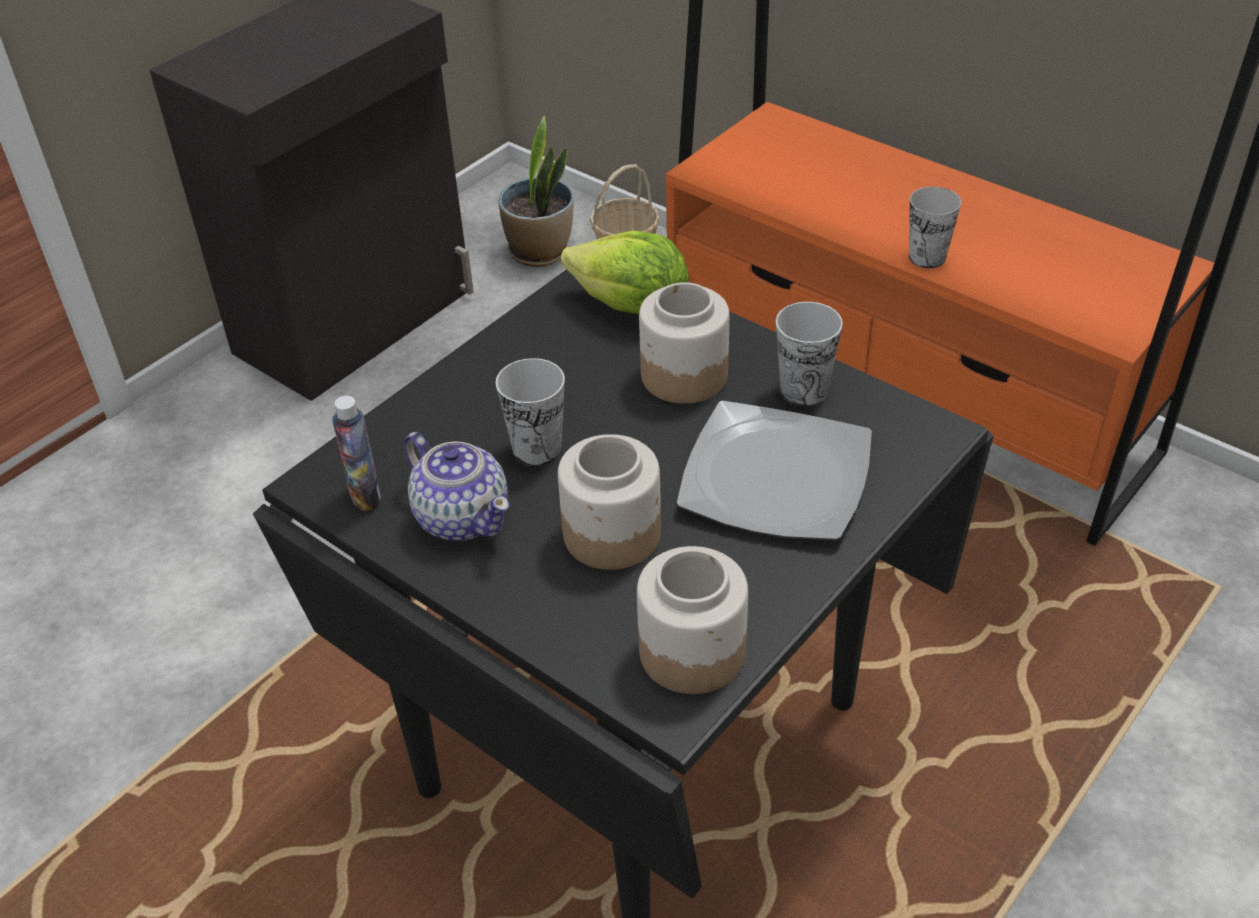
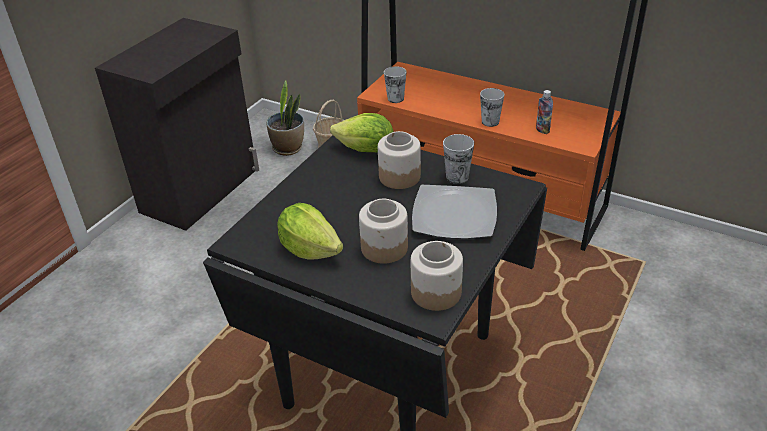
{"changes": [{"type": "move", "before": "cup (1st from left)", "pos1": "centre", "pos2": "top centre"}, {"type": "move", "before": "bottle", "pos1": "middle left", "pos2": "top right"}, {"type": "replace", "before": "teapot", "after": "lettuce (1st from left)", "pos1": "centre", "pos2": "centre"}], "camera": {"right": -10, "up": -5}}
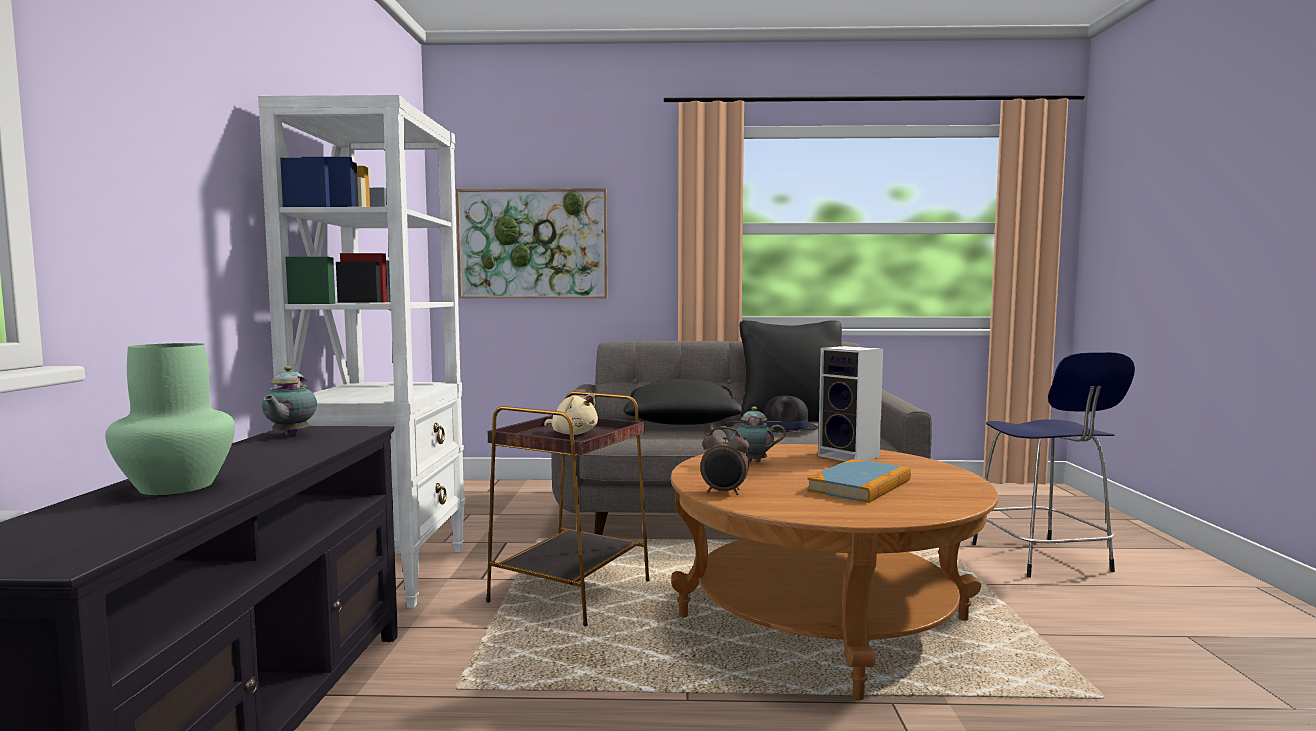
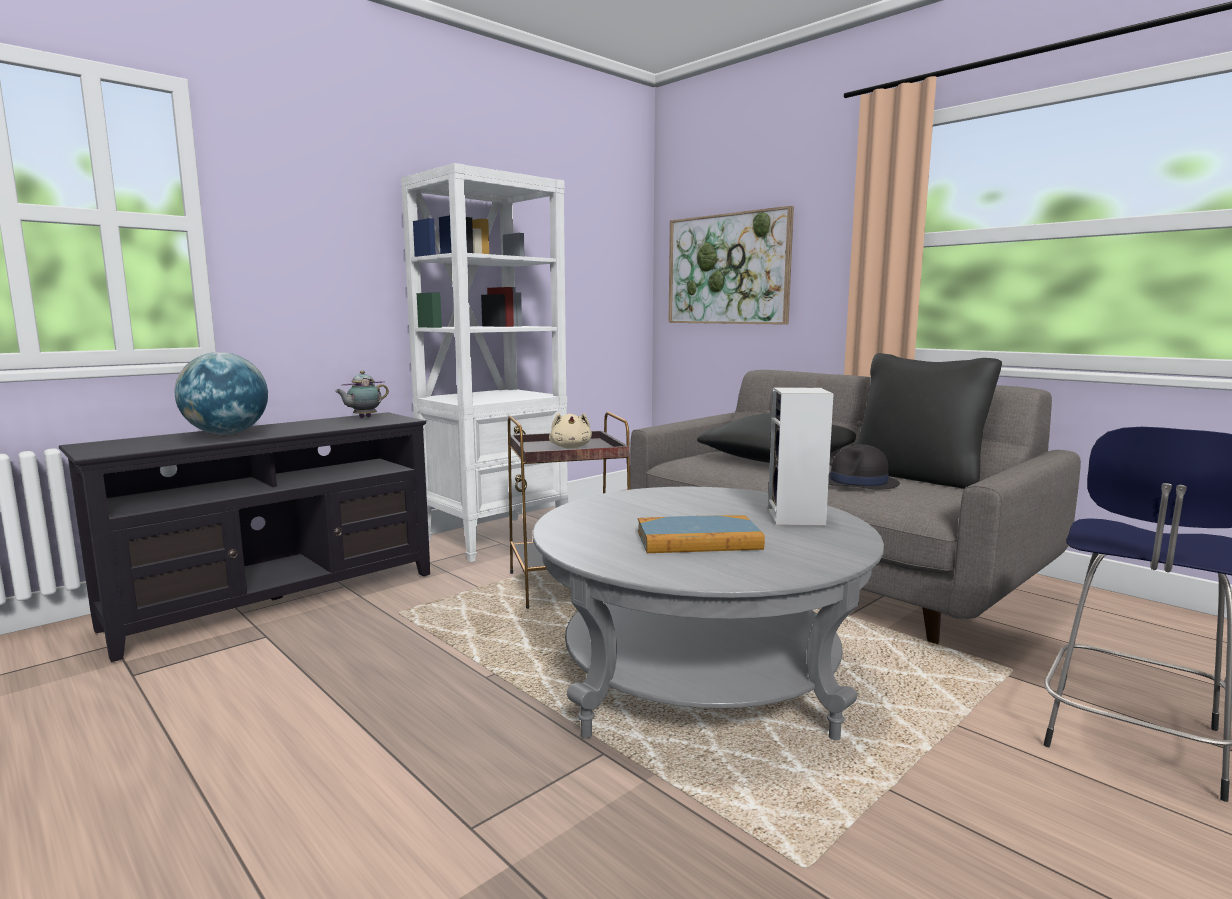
{"changes": [{"type": "replace", "before": "green vase", "after": "globe", "pos1": "middle left", "pos2": "middle left"}, {"type": "delete", "before": "teapot (2nd from left)", "pos1": "centre"}, {"type": "delete", "before": "alarm clock", "pos1": "centre"}, {"type": "recolor", "before": "brown coffee table", "after": "grey coffee table", "pos1": "bottom centre", "pos2": "bottom centre"}], "camera": {"right": 45, "up": 5}}
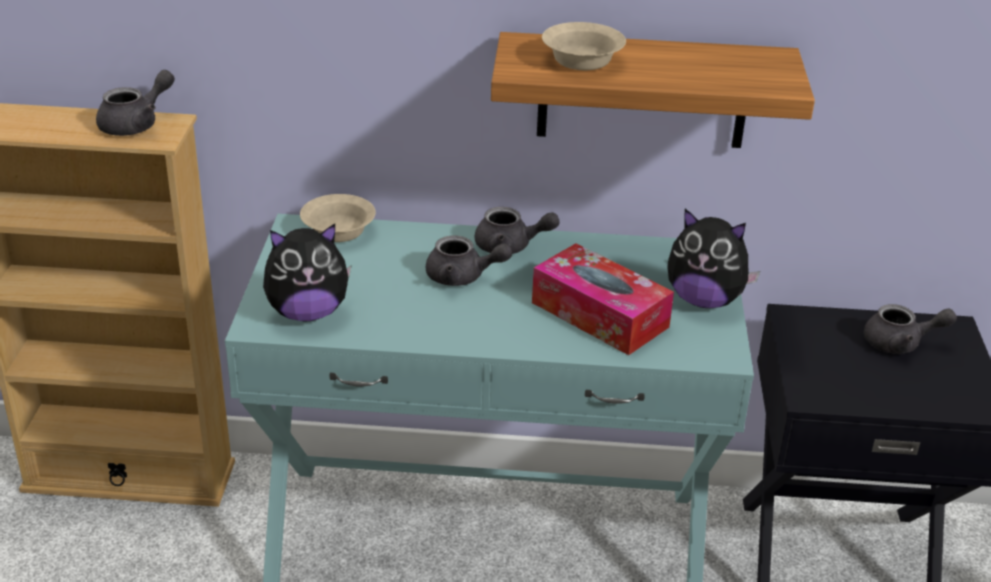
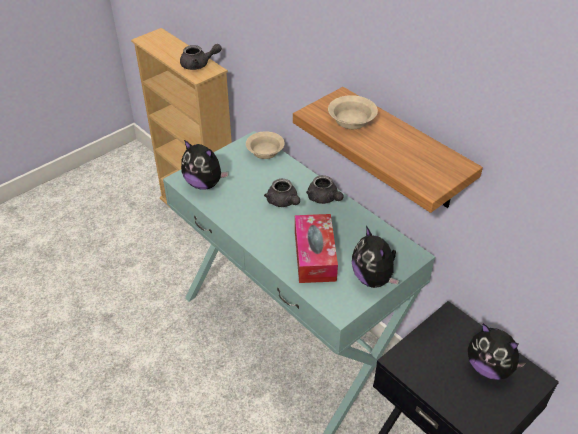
{"changes": [{"type": "replace", "before": "grey teapot (4th from left)", "after": "plush toy (3rd from left)", "pos1": "middle right", "pos2": "bottom right"}], "camera": {"right": 45, "up": 10}}
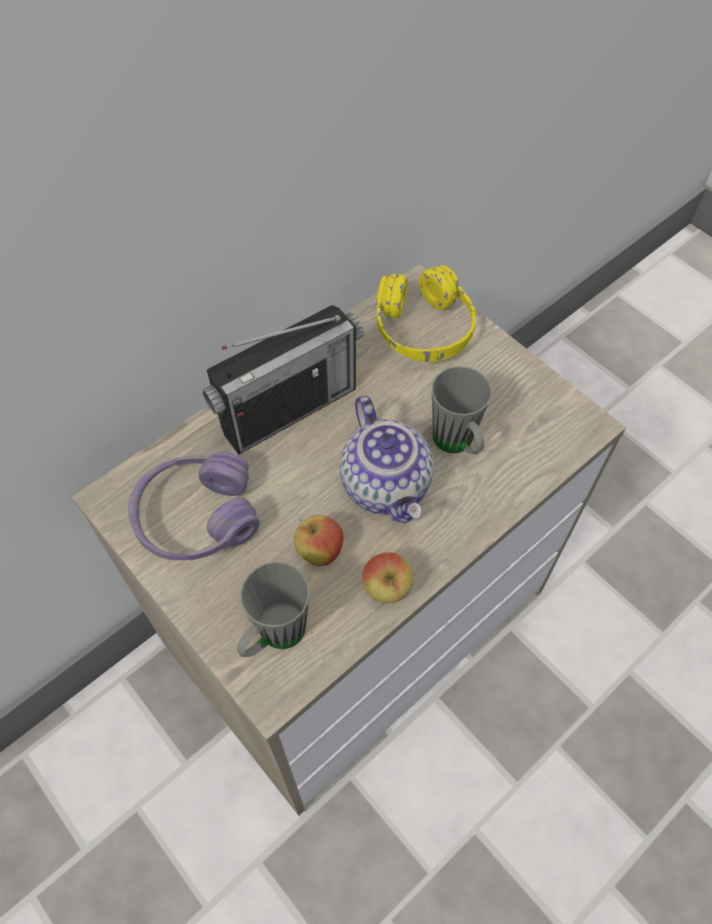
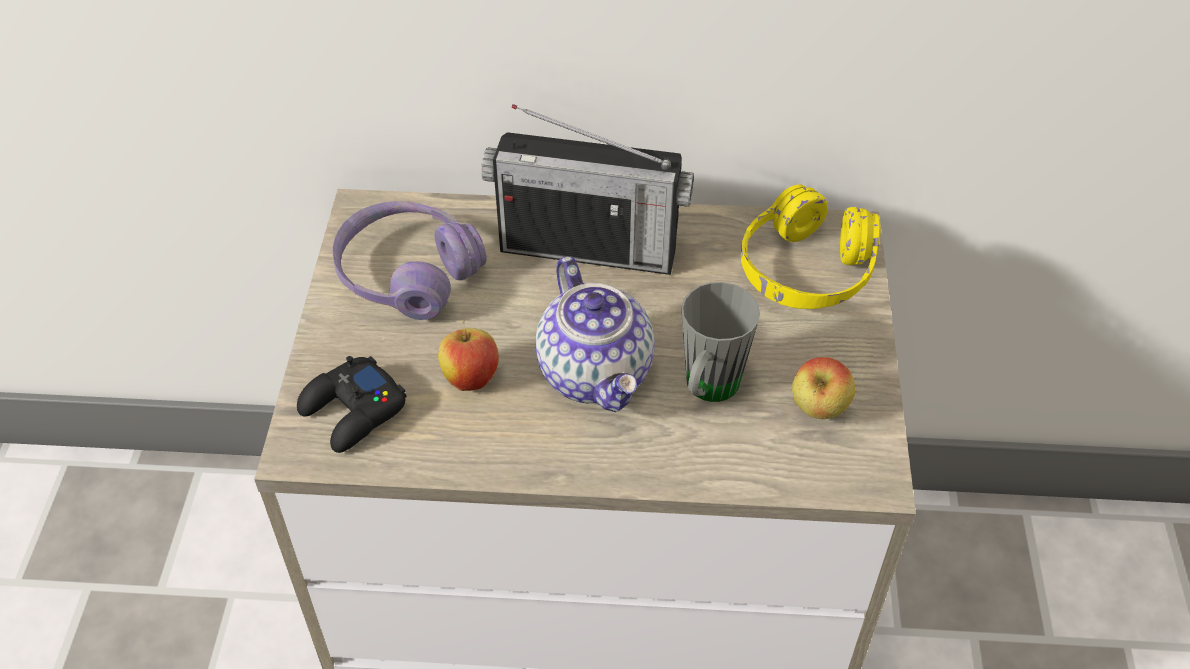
{"changes": [{"type": "rotate", "before": "teapot", "pos1": "centre", "pos2": "centre", "turn": -45}, {"type": "move", "before": "apple (2nd from left)", "pos1": "centre", "pos2": "middle right"}, {"type": "replace", "before": "grey mug (1st from left)", "after": "black game controller", "pos1": "centre", "pos2": "middle left"}], "camera": {"right": 45, "up": -10}}
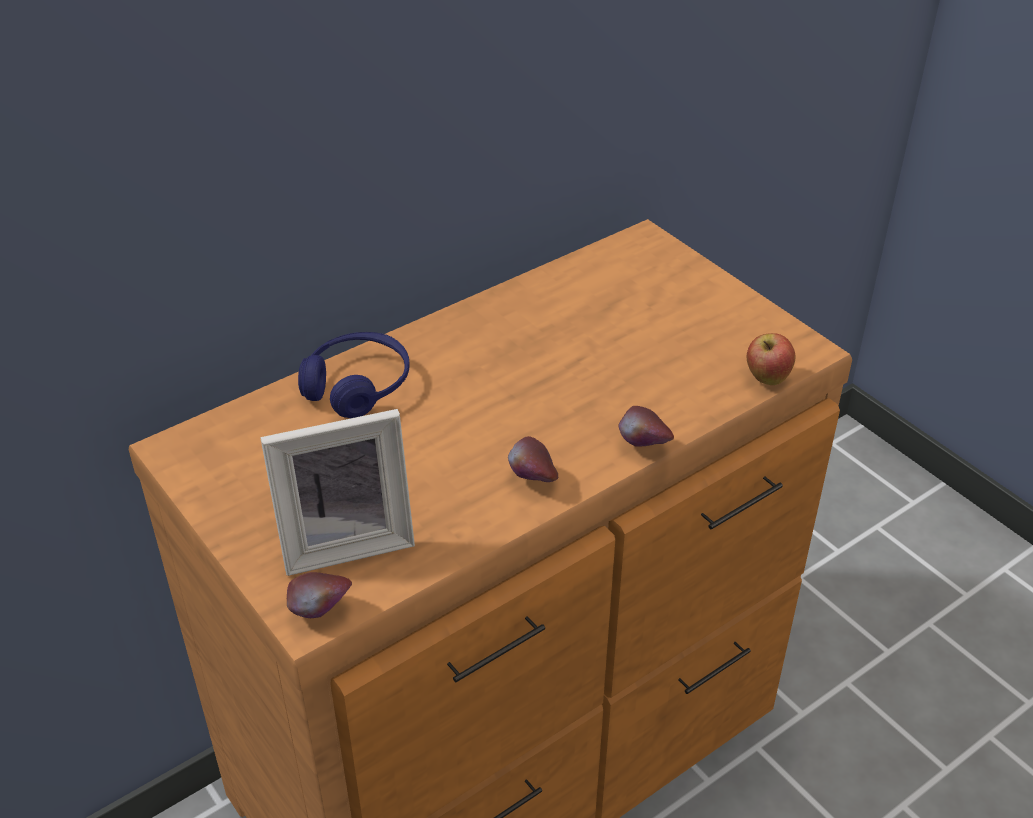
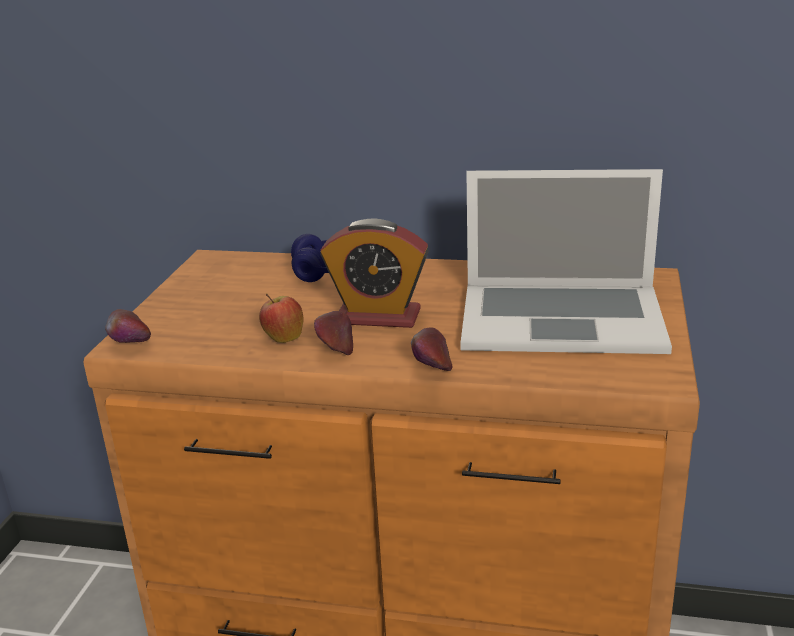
{"changes": [{"type": "move", "before": "apple (4th from left in the first image)", "after": "apple (2nd from left)", "pos1": "middle right", "pos2": "centre"}, {"type": "delete", "before": "picture frame", "pos1": "middle left"}, {"type": "insert", "after": "laptop", "pos2": "middle right"}, {"type": "insert", "after": "alarm clock", "pos2": "centre"}], "camera": {"right": 50, "up": -15}}
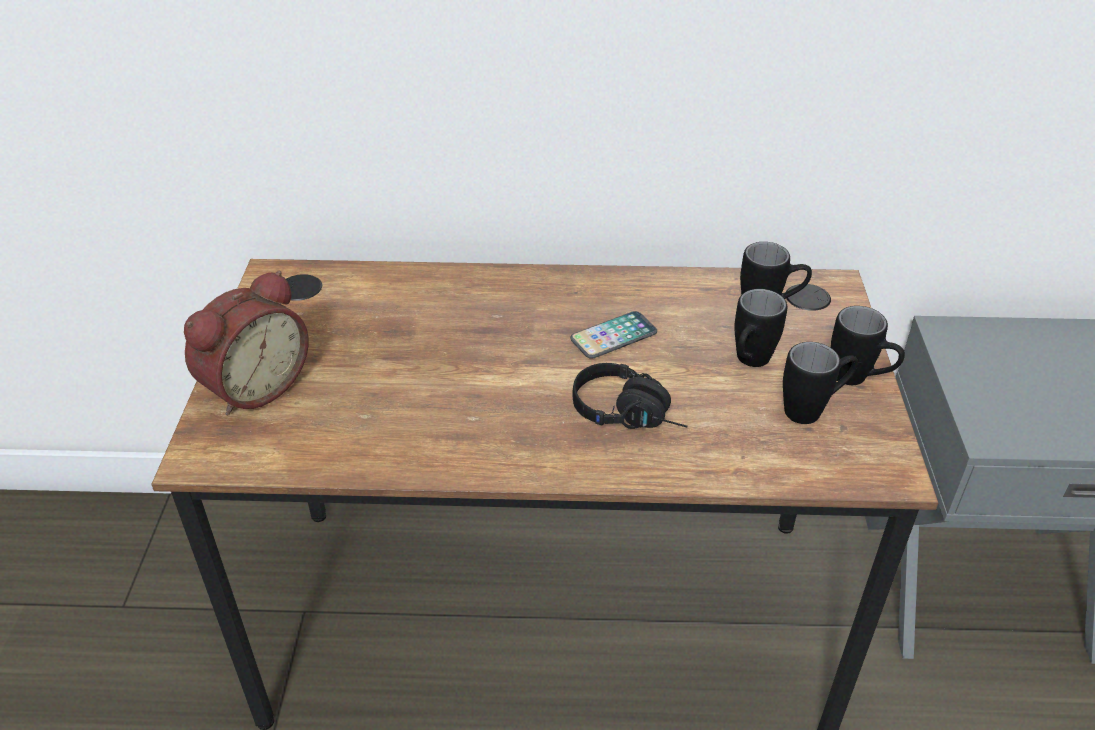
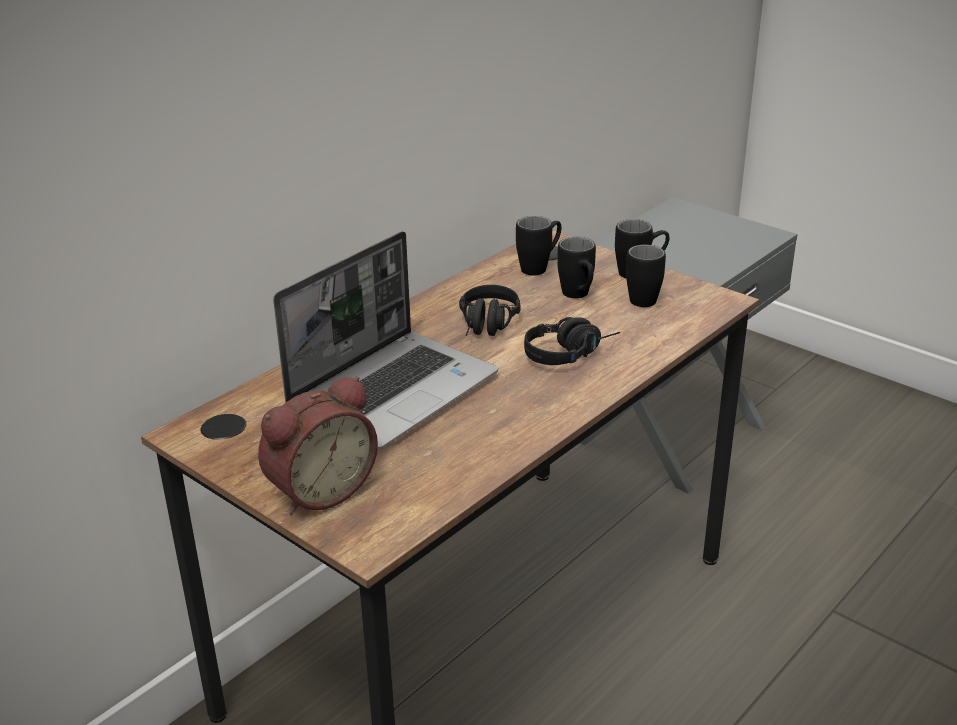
{"changes": [{"type": "rotate", "before": "alarm clock", "pos1": "middle left", "pos2": "middle left", "turn": 60}, {"type": "replace", "before": "phone", "after": "black headphones (1st from left)", "pos1": "centre", "pos2": "centre"}, {"type": "insert", "after": "laptop", "pos2": "centre"}], "camera": {"right": -50, "up": -10}}
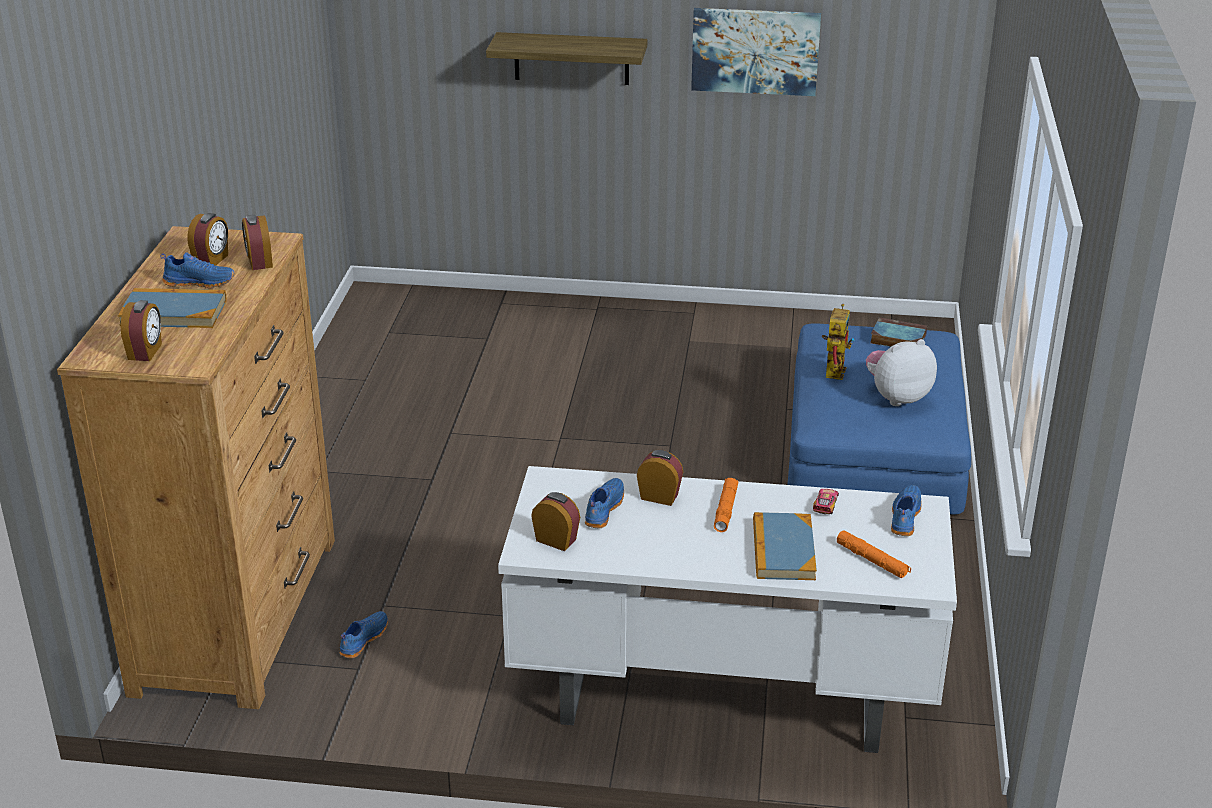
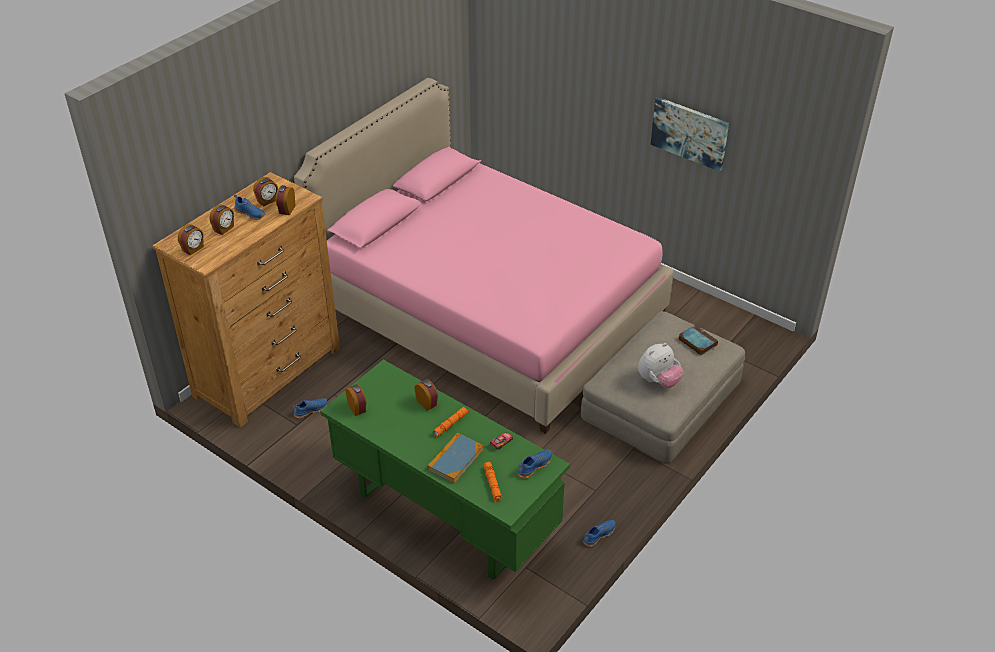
{"changes": [{"type": "delete", "before": "shelf", "pos1": "top centre"}, {"type": "replace", "before": "book (1st from left)", "after": "alarm clock (2nd from left)", "pos1": "middle left", "pos2": "middle left"}, {"type": "delete", "before": "toy robot", "pos1": "middle right"}, {"type": "recolor", "before": "blue ottoman", "after": "beige ottoman", "pos1": "middle right", "pos2": "centre"}, {"type": "rotate", "before": "plush toy", "pos1": "middle right", "pos2": "centre", "turn": 135}, {"type": "recolor", "before": "white desk", "after": "green desk", "pos1": "bottom centre", "pos2": "bottom centre"}, {"type": "move", "before": "blue shoe (3rd from left in the first image)", "after": "blue shoe (4th from left)", "pos1": "centre", "pos2": "bottom centre"}, {"type": "insert", "after": "pink bed", "pos2": "centre"}], "camera": {"right": 30, "up": 10}}
